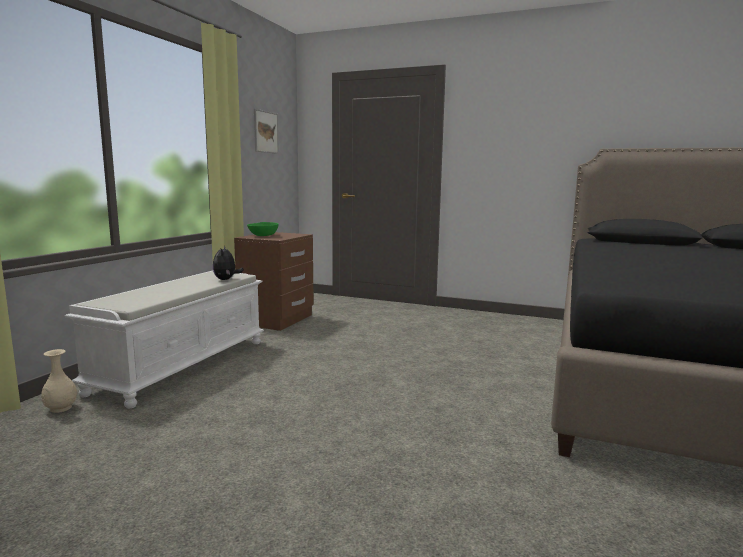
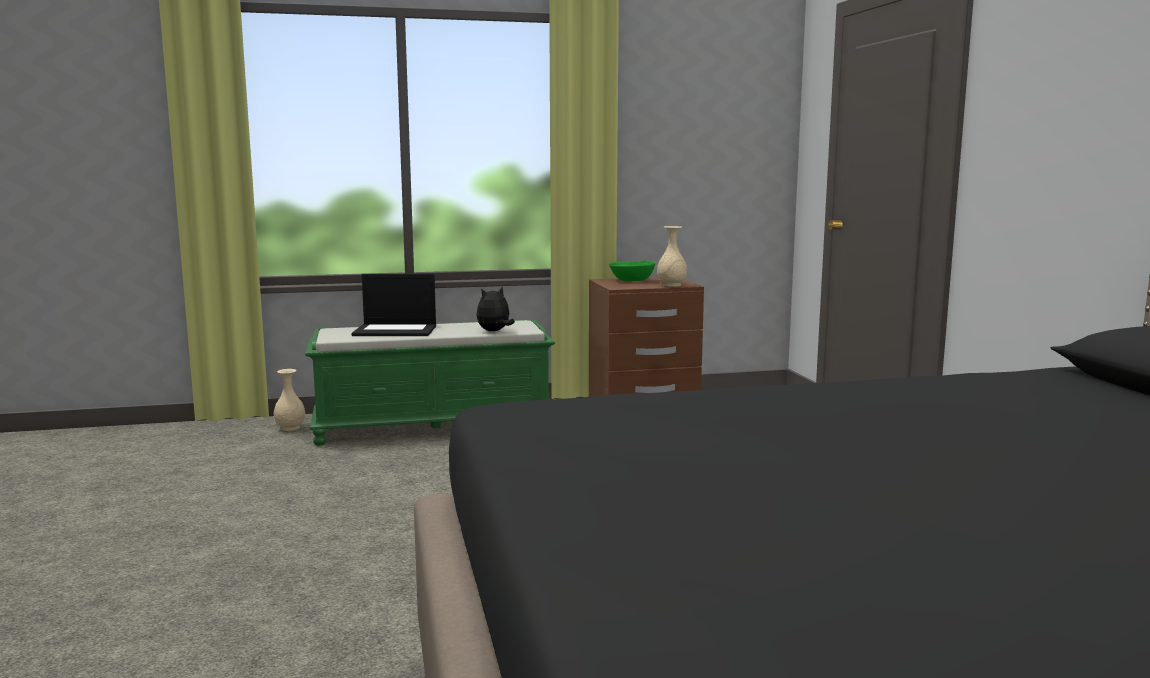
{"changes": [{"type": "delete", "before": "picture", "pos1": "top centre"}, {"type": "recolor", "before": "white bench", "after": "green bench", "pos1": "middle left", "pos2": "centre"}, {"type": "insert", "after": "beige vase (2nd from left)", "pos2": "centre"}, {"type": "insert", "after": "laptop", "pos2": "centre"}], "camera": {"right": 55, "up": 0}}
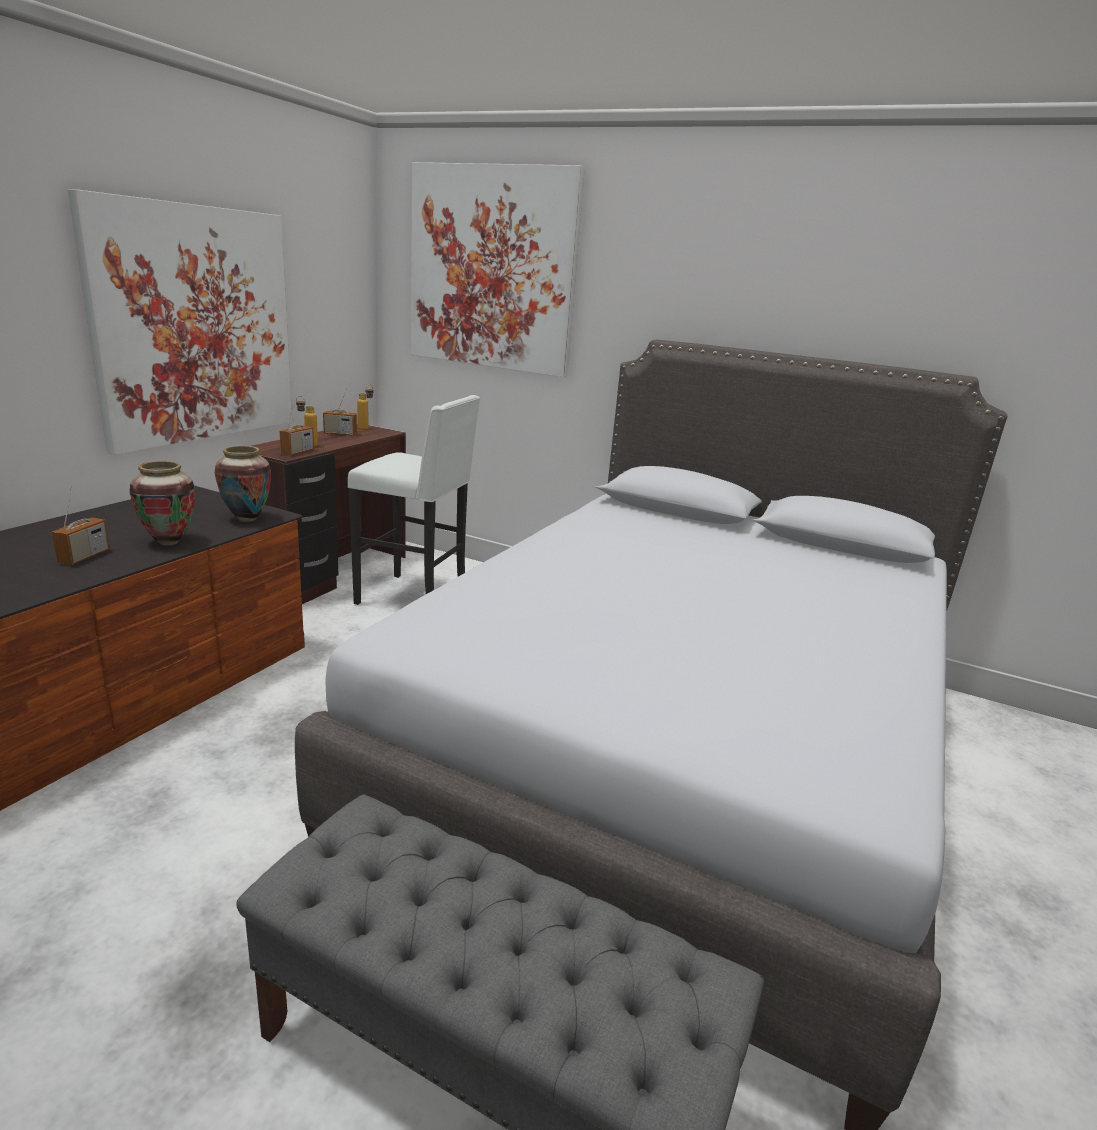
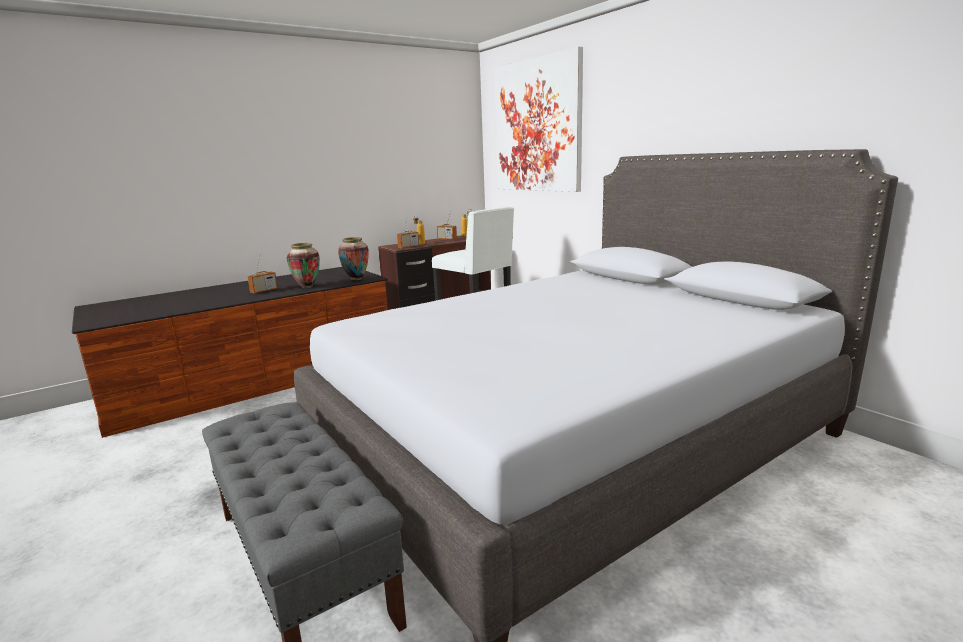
{"changes": [{"type": "delete", "before": "picture (1st from left)", "pos1": "top left"}], "camera": {"right": 30, "up": -5}}
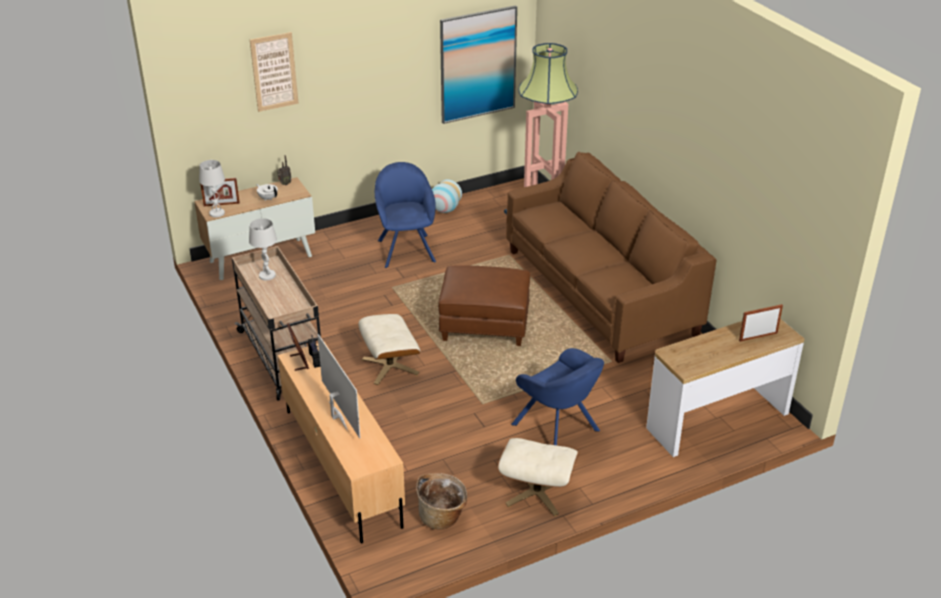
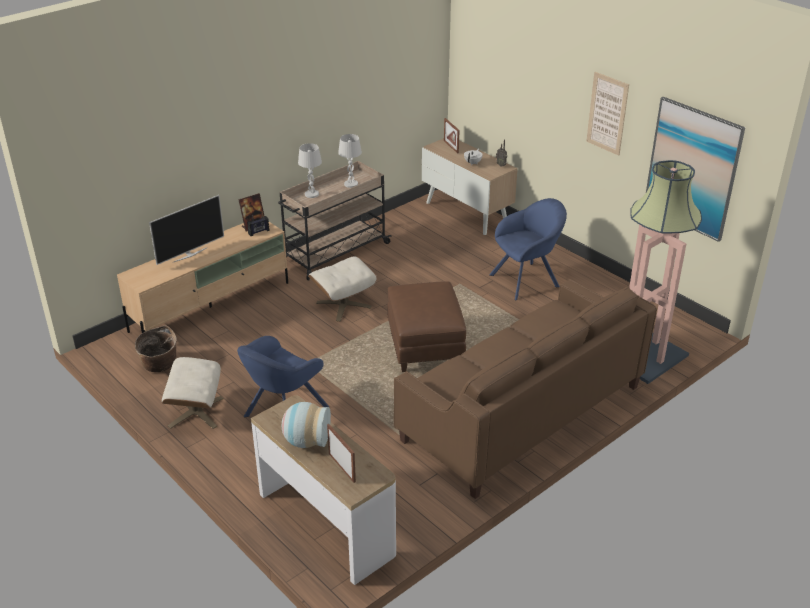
{"changes": [{"type": "move", "before": "picture (1st from left)", "pos1": "top left", "pos2": "top right"}, {"type": "move", "before": "white table lamp (1st from left)", "pos1": "top left", "pos2": "top centre"}, {"type": "move", "before": "vase", "pos1": "top centre", "pos2": "bottom centre"}], "camera": {"right": 75, "up": 0}}
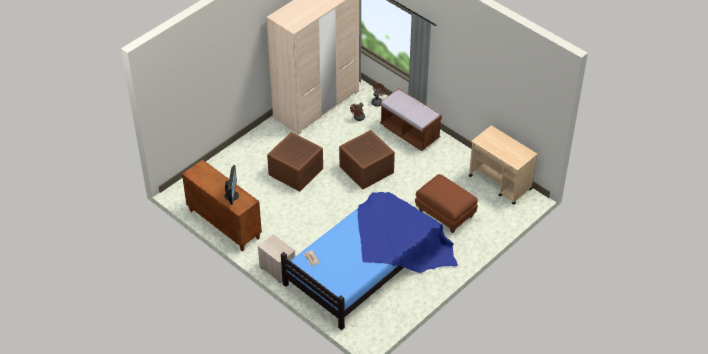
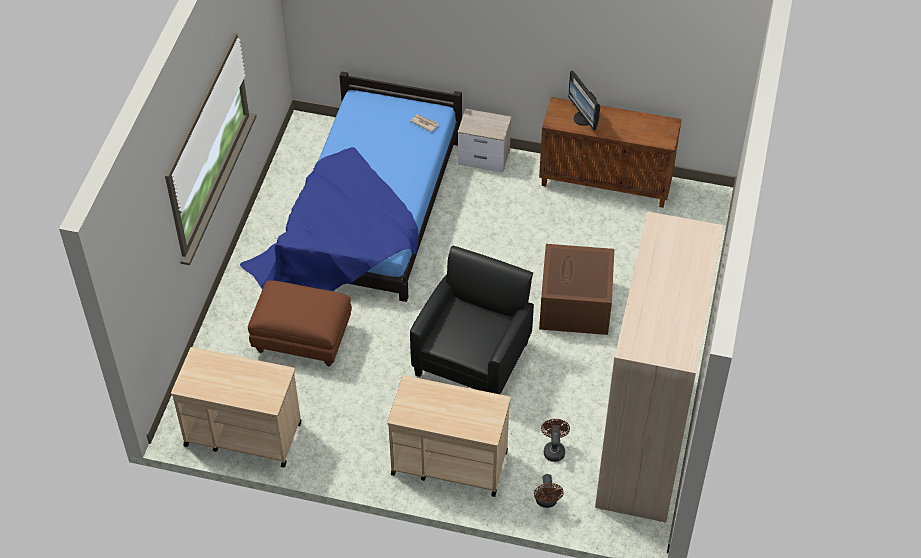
{"changes": [{"type": "replace", "before": "brown bench", "after": "beige cart (2nd from left)", "pos1": "centre", "pos2": "bottom centre"}, {"type": "replace", "before": "brown storage box (2nd from left)", "after": "black armchair", "pos1": "centre", "pos2": "centre"}], "camera": {"right": 150, "up": 5}}
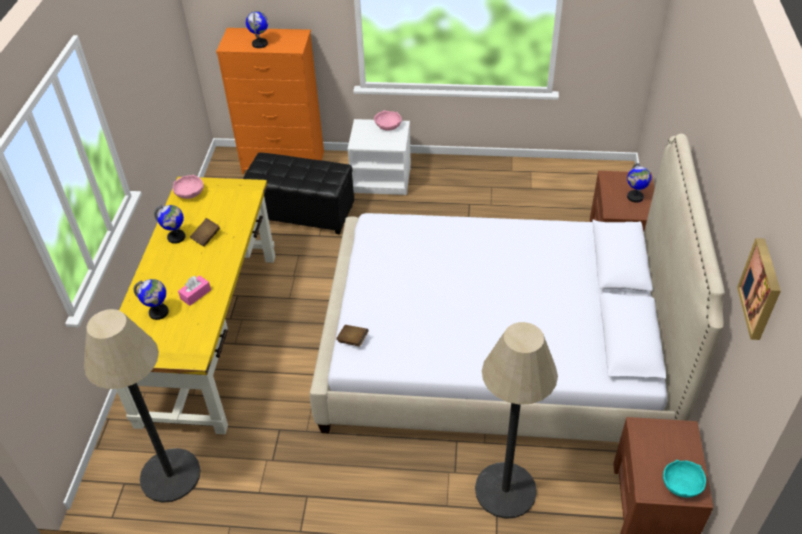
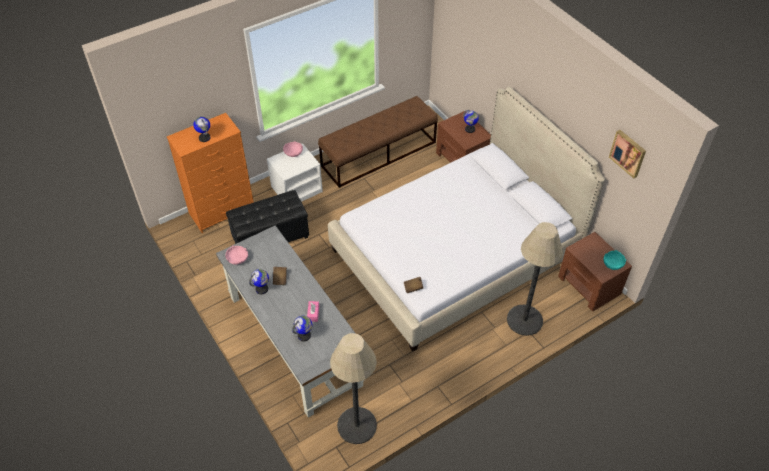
{"changes": [{"type": "recolor", "before": "yellow desk", "after": "grey desk", "pos1": "middle left", "pos2": "bottom centre"}, {"type": "insert", "after": "brown bench", "pos2": "top centre"}], "camera": {"right": -40, "up": 5}}
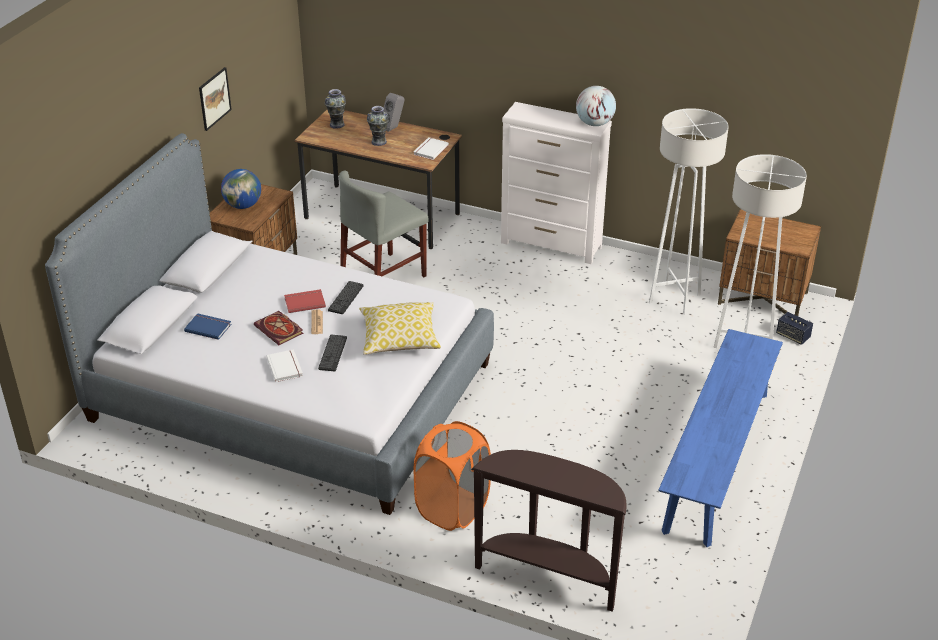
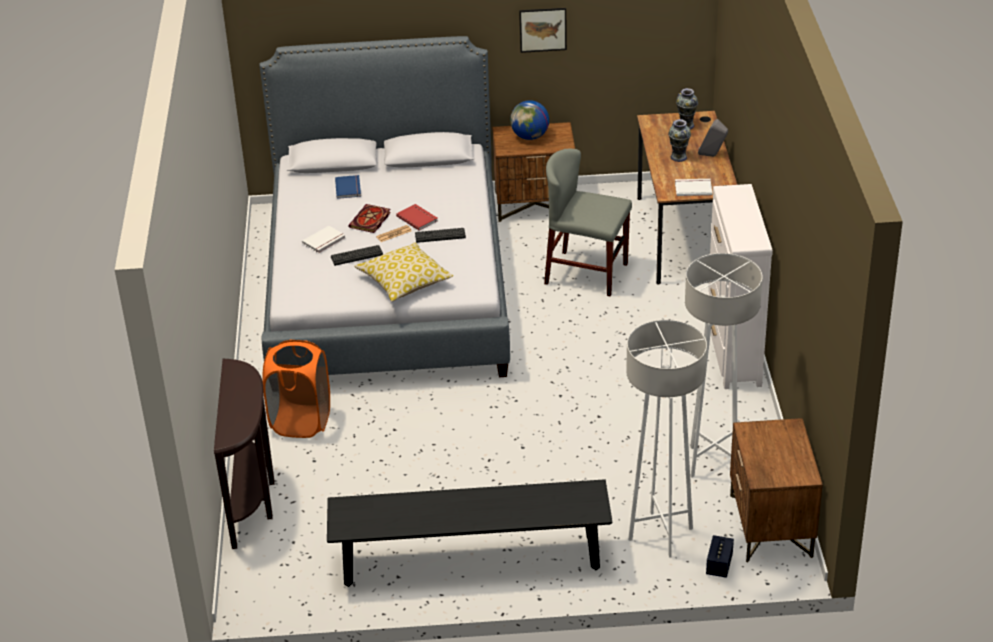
{"changes": [{"type": "delete", "before": "globe (2nd from left)", "pos1": "top centre"}, {"type": "recolor", "before": "blue bench", "after": "black bench", "pos1": "bottom right", "pos2": "bottom centre"}], "camera": {"right": 65, "up": 0}}
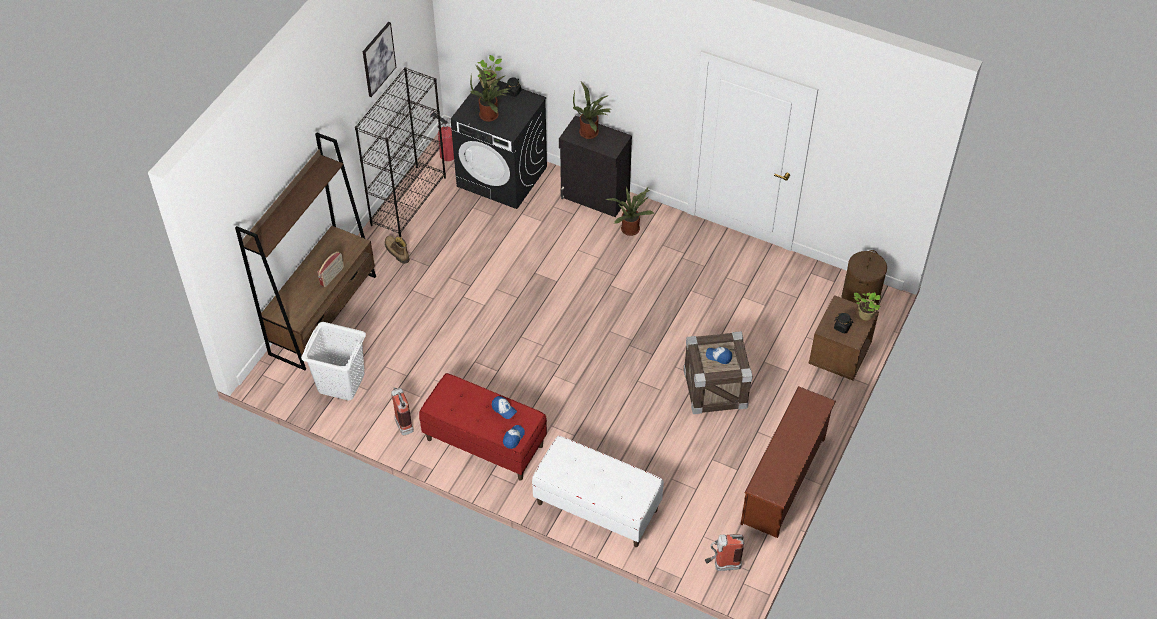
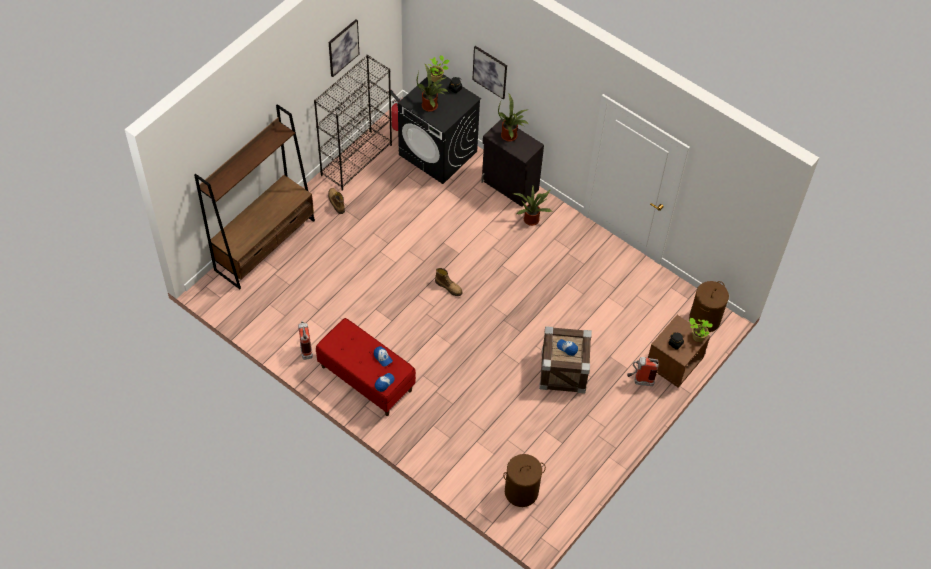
{"changes": [{"type": "delete", "before": "radio", "pos1": "middle left"}, {"type": "delete", "before": "white laundry basket", "pos1": "middle left"}, {"type": "delete", "before": "brown shoe rack", "pos1": "bottom right"}, {"type": "delete", "before": "white bench", "pos1": "bottom centre"}, {"type": "move", "before": "fire extinguisher (3rd from left)", "pos1": "bottom centre", "pos2": "middle right"}, {"type": "insert", "after": "picture (2nd from left)", "pos2": "top centre"}, {"type": "insert", "after": "boot (2nd from left)", "pos2": "centre"}, {"type": "insert", "after": "brown laundry basket (1st from left)", "pos2": "bottom centre"}], "camera": {"right": 10, "up": 5}}
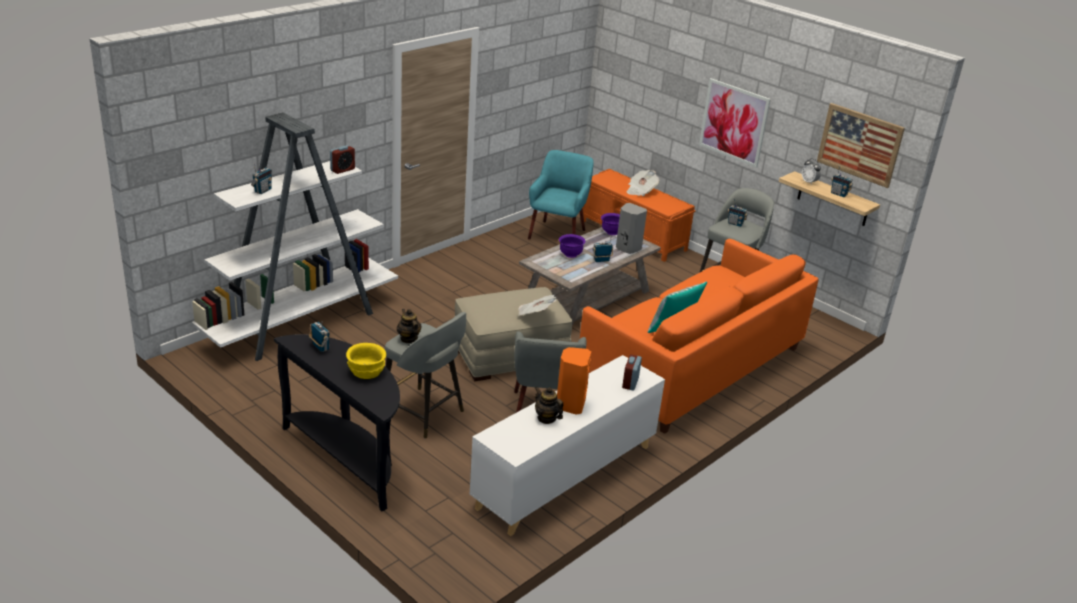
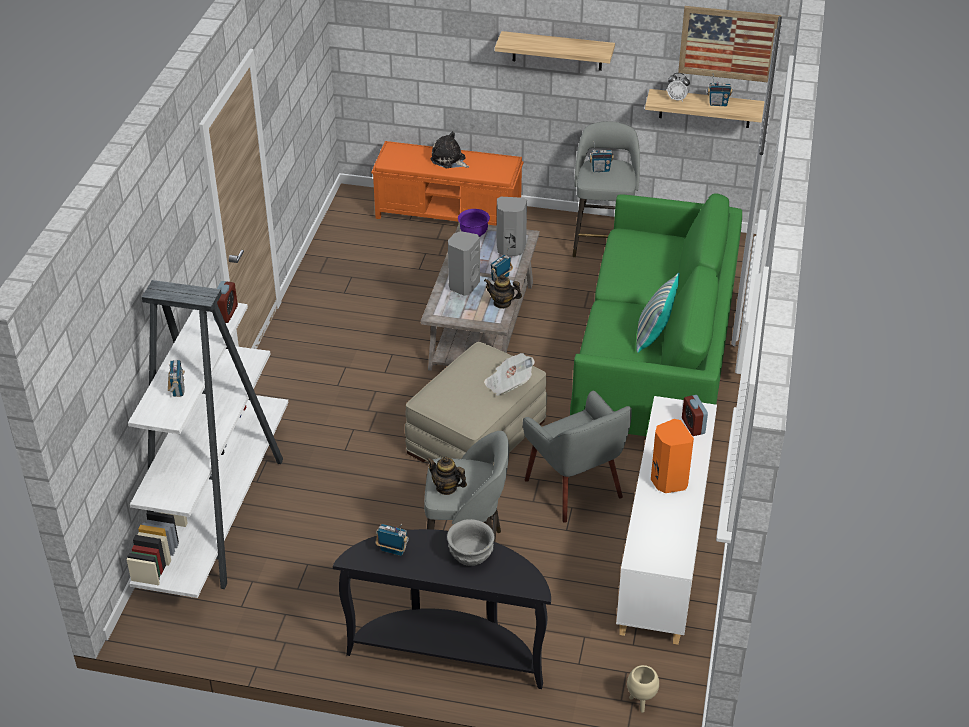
{"changes": [{"type": "replace", "before": "picture (1st from left)", "after": "shelf (1st from left)", "pos1": "top right", "pos2": "top centre"}, {"type": "delete", "before": "turquoise armchair", "pos1": "top centre"}, {"type": "replace", "before": "newspaper (2nd from left)", "after": "plush toy", "pos1": "top centre", "pos2": "top centre"}, {"type": "replace", "before": "purple bowl (1st from left)", "after": "grey speaker (1st from left)", "pos1": "centre", "pos2": "centre"}, {"type": "recolor", "before": "orange sofa", "after": "green sofa", "pos1": "centre", "pos2": "middle right"}, {"type": "recolor", "before": "yellow bowl", "after": "grey bowl", "pos1": "centre", "pos2": "bottom centre"}, {"type": "move", "before": "teapot (2nd from left)", "pos1": "bottom centre", "pos2": "centre"}, {"type": "insert", "after": "beige planter", "pos2": "bottom centre"}], "camera": {"right": -30, "up": 10}}
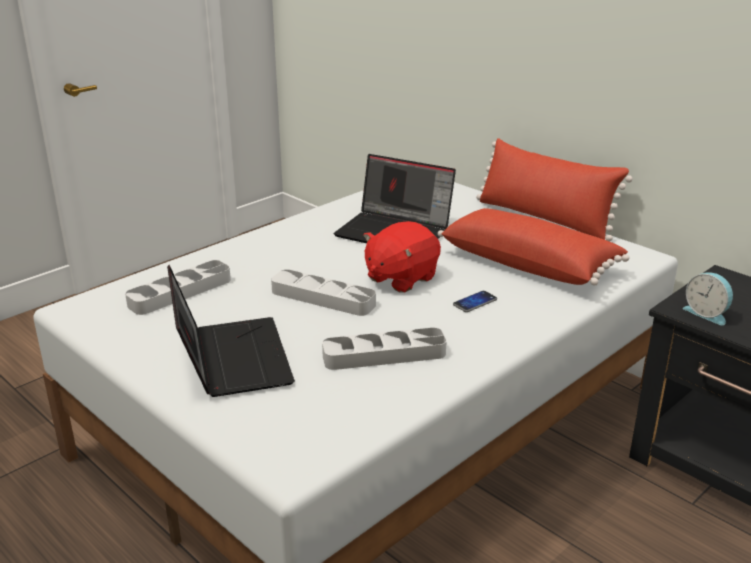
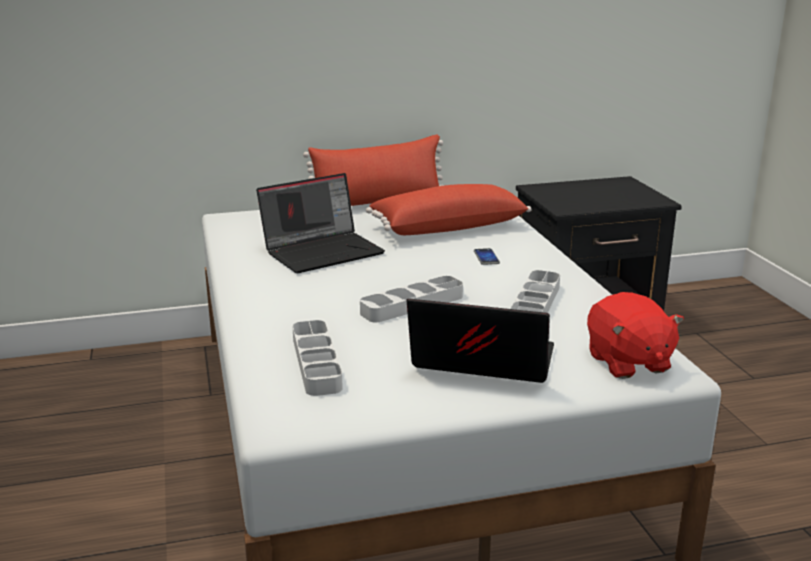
{"changes": [{"type": "move", "before": "red plush toy", "pos1": "centre", "pos2": "middle right"}, {"type": "delete", "before": "alarm clock", "pos1": "middle right"}], "camera": {"right": -60, "up": -5}}
